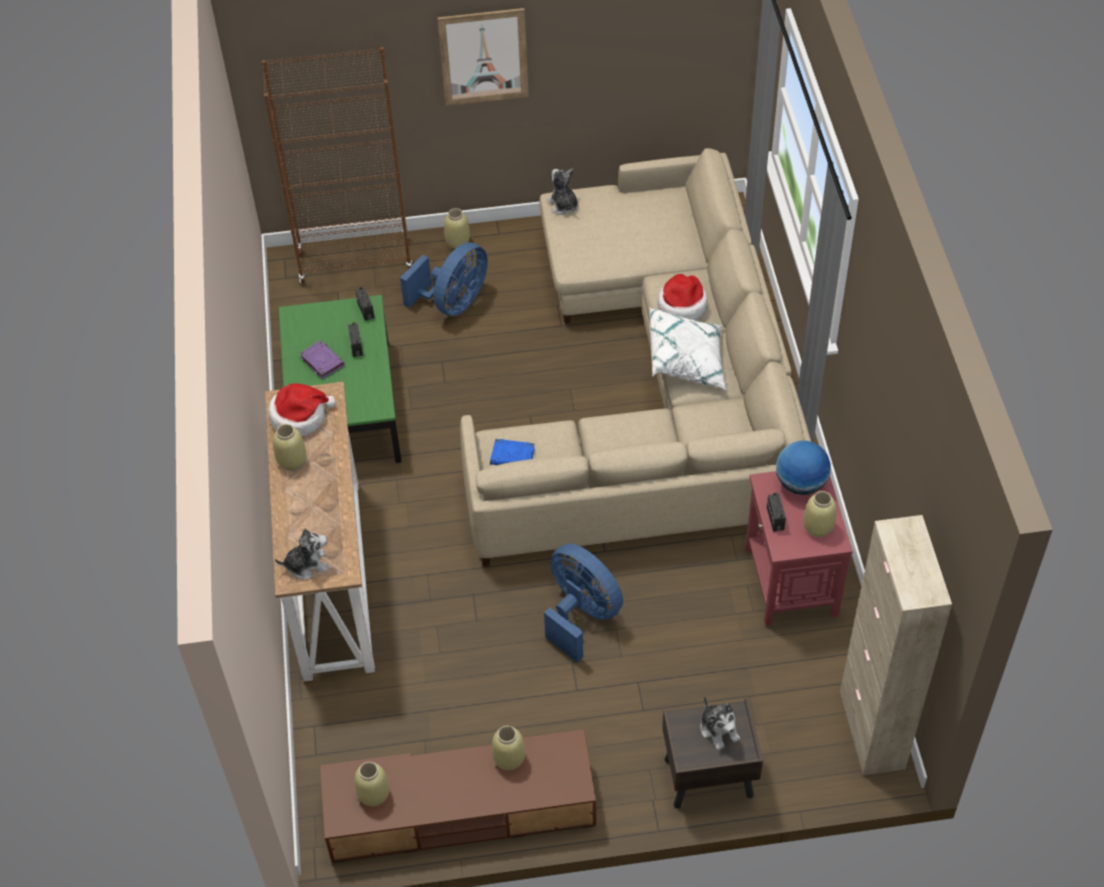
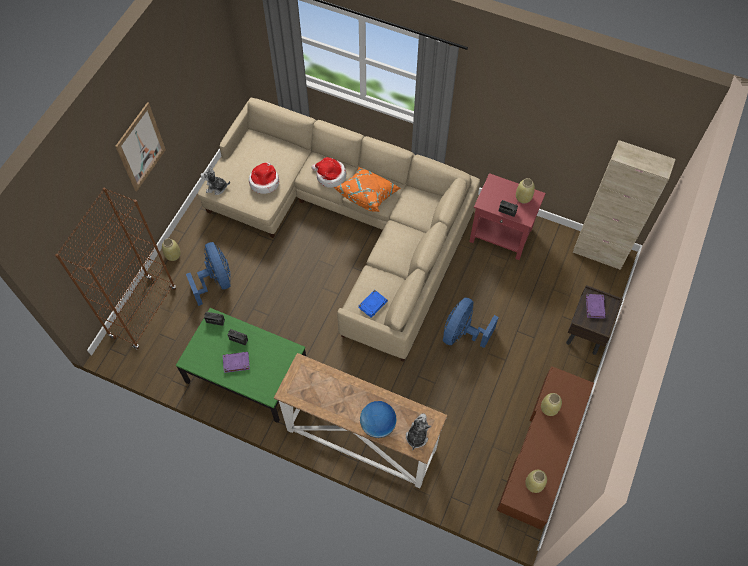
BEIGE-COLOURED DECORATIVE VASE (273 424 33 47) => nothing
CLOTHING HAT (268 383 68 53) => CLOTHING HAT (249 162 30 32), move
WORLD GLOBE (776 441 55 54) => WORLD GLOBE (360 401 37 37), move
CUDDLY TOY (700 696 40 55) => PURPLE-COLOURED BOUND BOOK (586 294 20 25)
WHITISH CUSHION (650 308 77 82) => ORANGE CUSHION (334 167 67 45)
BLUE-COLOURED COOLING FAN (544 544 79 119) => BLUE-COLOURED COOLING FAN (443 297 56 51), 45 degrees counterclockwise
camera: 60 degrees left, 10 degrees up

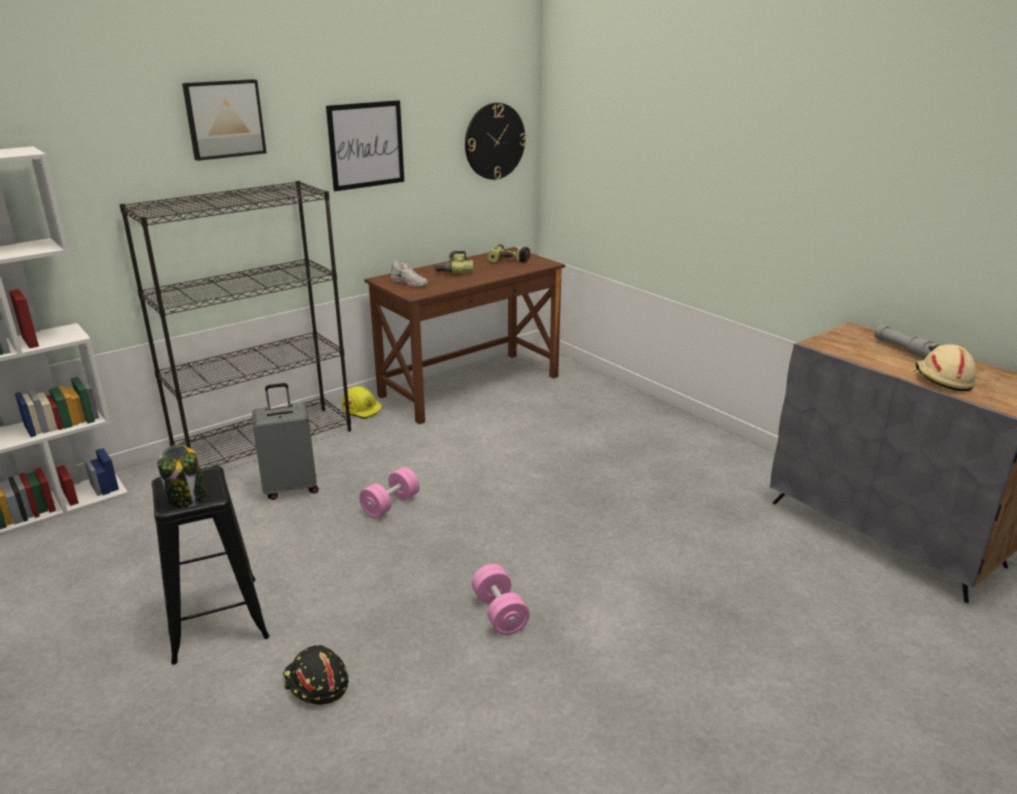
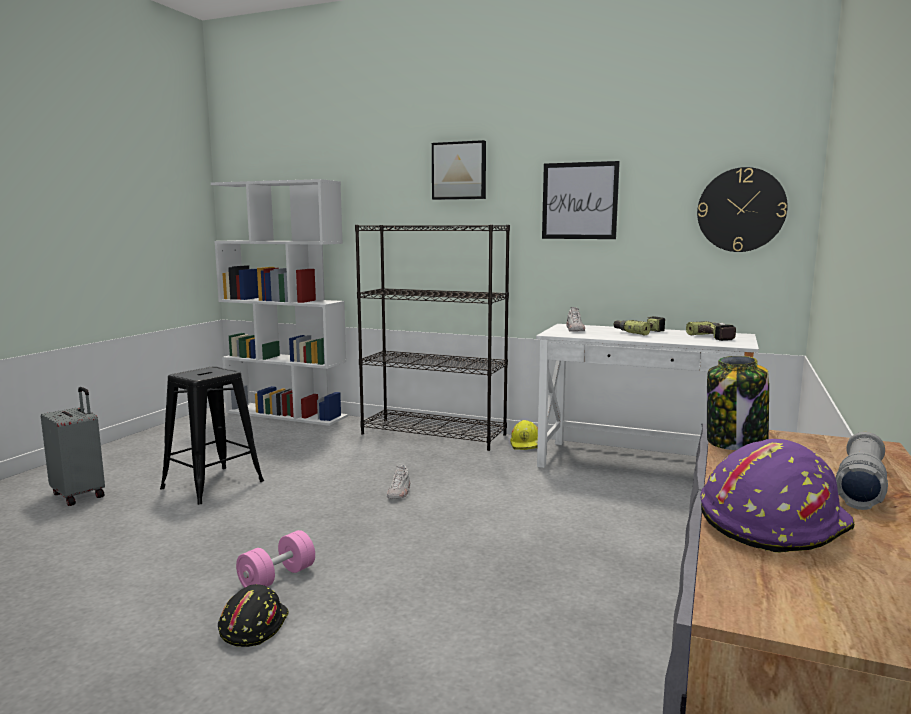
PRESERVE JAR (157 445 50 63) => PRESERVE JAR (707 356 62 94), move
GREY PIECE OF LUGGAGE (252 383 67 117) => GREY PIECE OF LUGGAGE (41 387 64 119), move
BLACK SAFETY HELMET (283 645 66 60) => BLACK SAFETY HELMET (218 584 71 63), move
PINKISH HAND WEIGHT (359 467 61 51) => WHITISH SHOE (387 465 23 34)
BROWN-COLOURED DESK TABLE (364 247 201 177) => WHITISH DESK TABLE (536 324 223 144)
BEIGE-COLOURED SAFETY HELMET (913 344 64 47) => PURPLE-COLOURED SAFETY HELMET (700 439 155 114)
camera: 60 degrees right, 15 degrees down

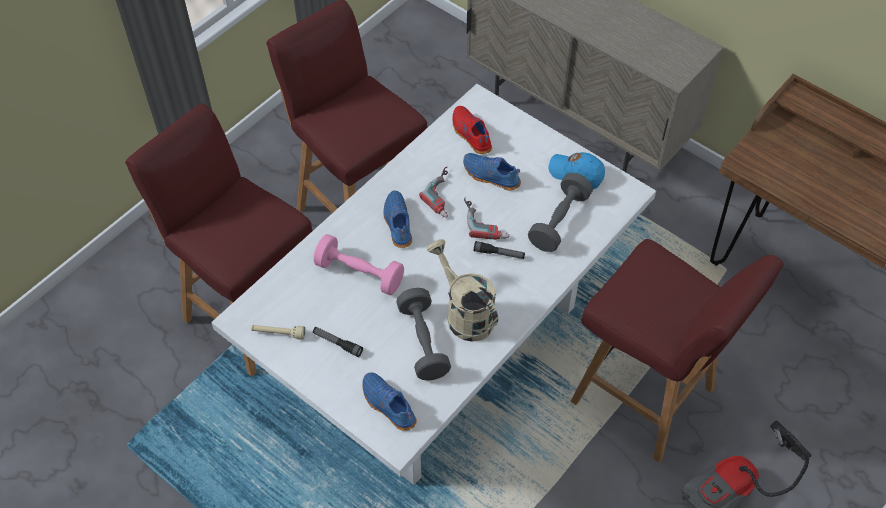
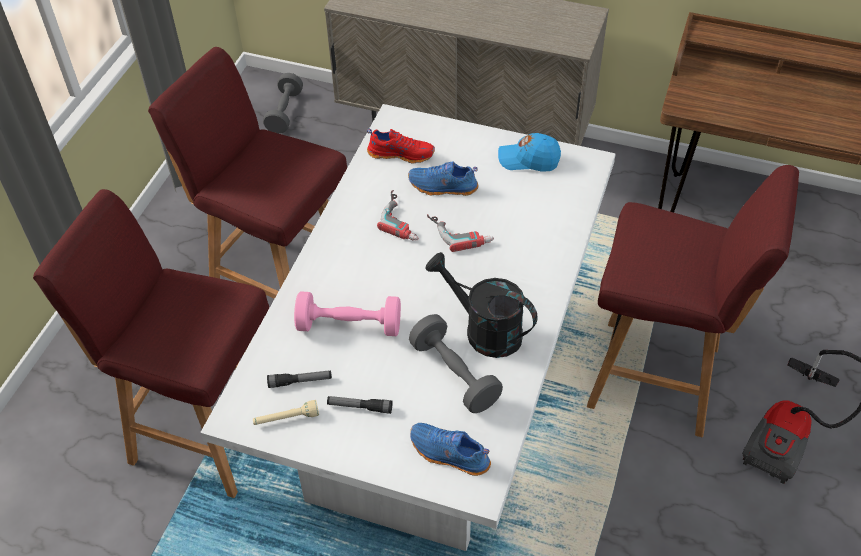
BLUE-COLOURED SHOE (383 191 29 57) => nothing
HAND TORCH (474 241 51 18) => HAND TORCH (267 370 65 18), move
GREY HAND WEIGHT (528 173 65 79) => GREY HAND WEIGHT (263 73 40 61), move
BEIGE-COLOURED WATERING POT (427 239 71 103) => BLACK WATERING POT (426 252 112 106)
REDDISH SHOE (452 106 40 48) => REDDISH SHOE (367 129 68 34), 150 degrees clockwise
camera: 20 degrees left, 5 degrees down

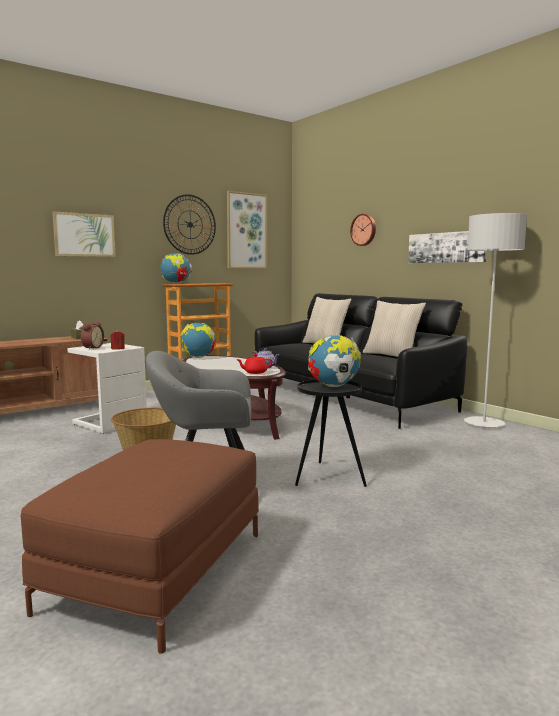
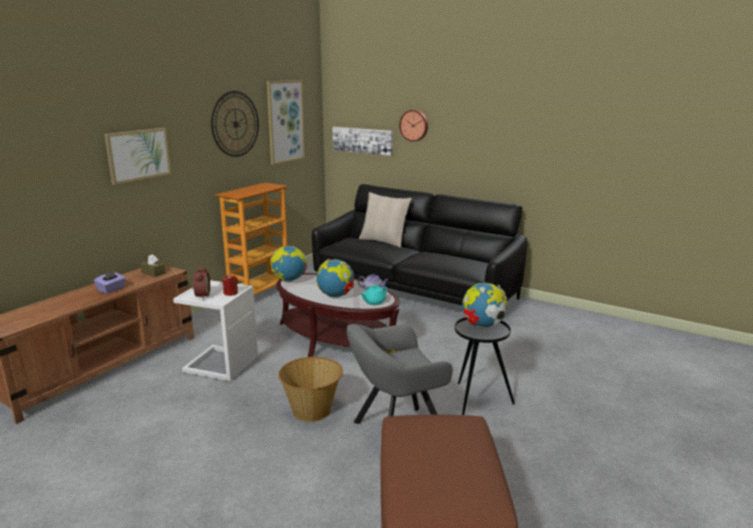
BEIGE-COLOURED CUSHION (363 300 63 57) => nothing
GREY STANDING LAMP (464 213 63 215) => nothing
nothing => PURPLE-COLOURED TISSUE BOX (94 270 32 24)
WORLD GLOBE (161 253 31 31) => WORLD GLOBE (316 259 38 39), move
WALL PICTURE (408 231 78 32) => WALL PICTURE (332 127 61 29), move
REDDISH TEAPOT (236 354 37 20) => TURQUOISE TEAPOT (360 285 28 20)
camera: 20 degrees left, 10 degrees up

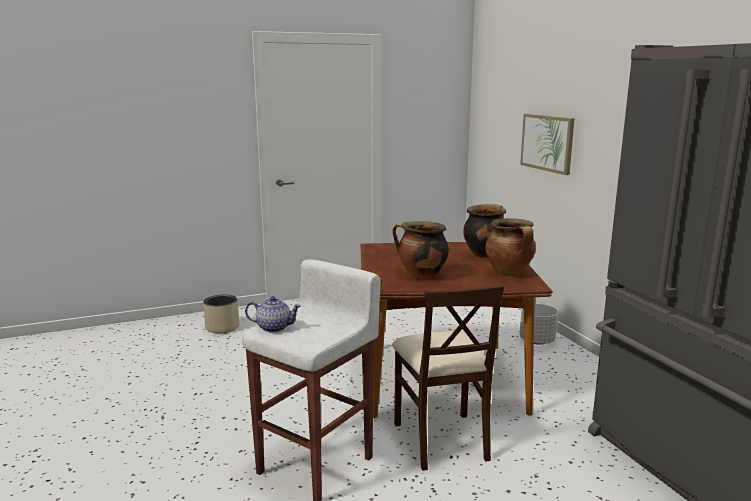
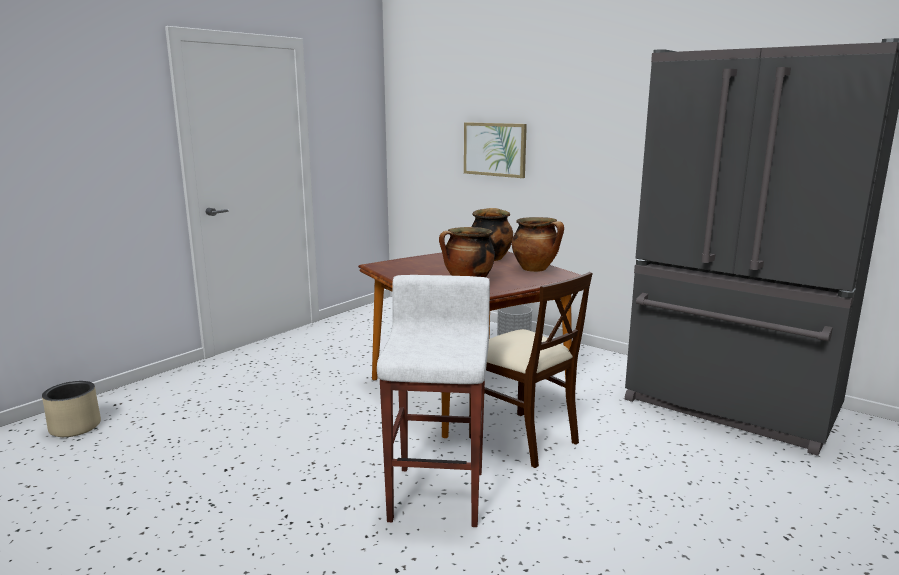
TEAPOT (245 296 56 36) => nothing
BEIGE-COLOURED PLANTER (203 294 36 40) => BEIGE-COLOURED PLANTER (42 381 59 56), move
camera: 30 degrees left, 0 degrees up

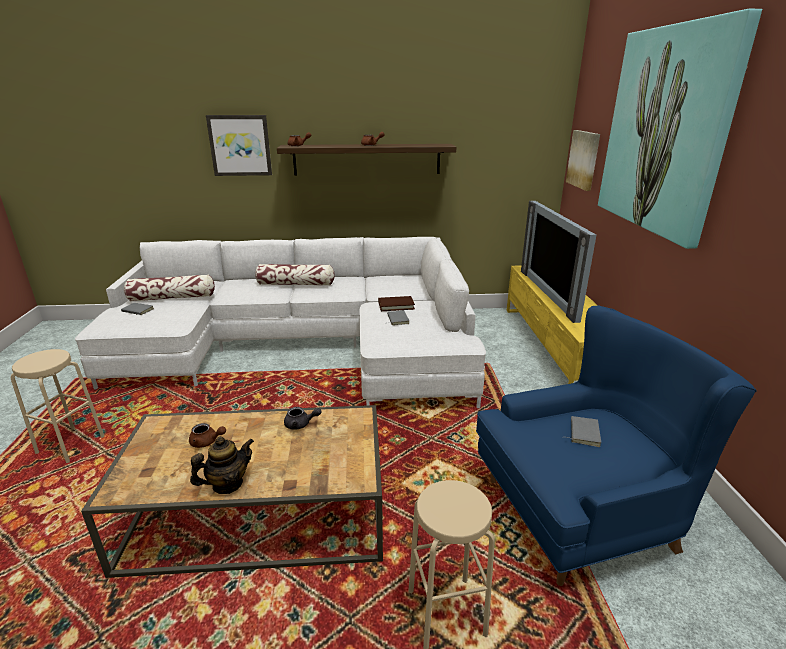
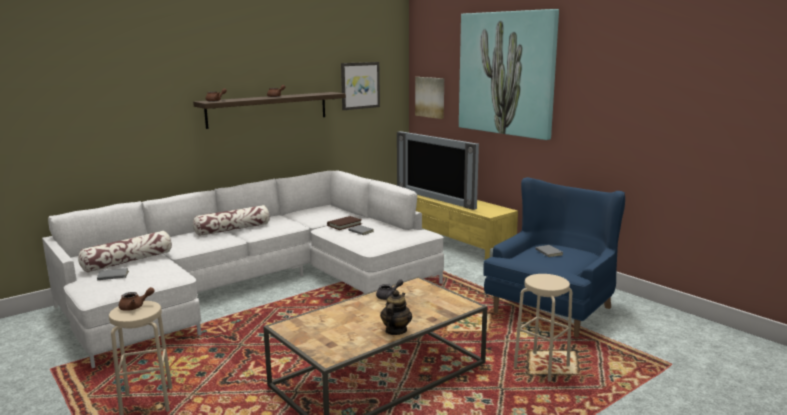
BROWN-COLOURED TEAPOT (189 423 37 25) => BROWN-COLOURED TEAPOT (119 287 36 24), move
WALL PICTURE (206 115 66 61) => WALL PICTURE (341 62 39 48), move
camera: 35 degrees left, 10 degrees down

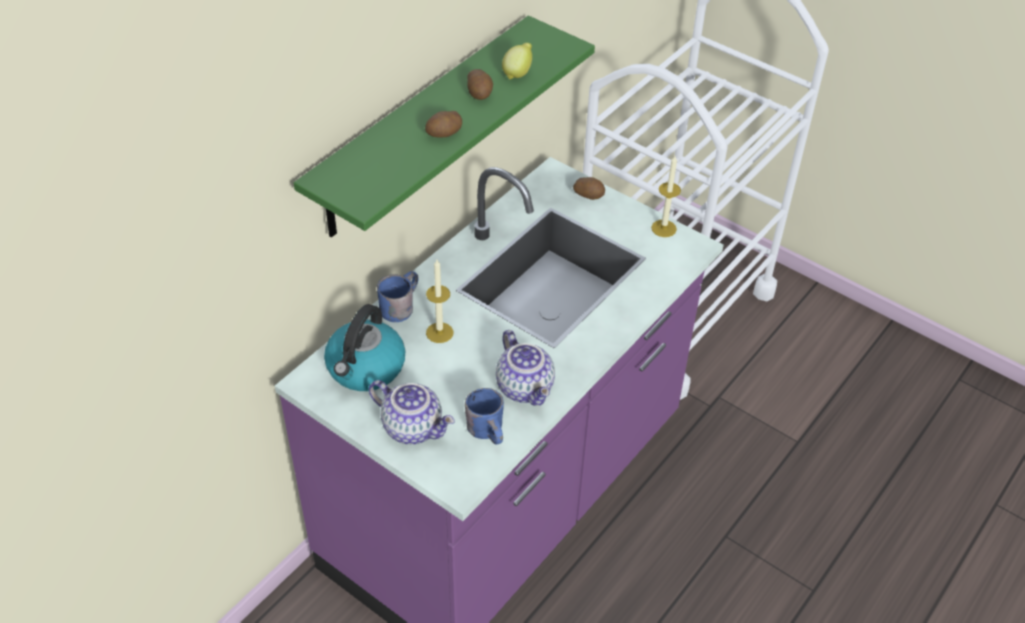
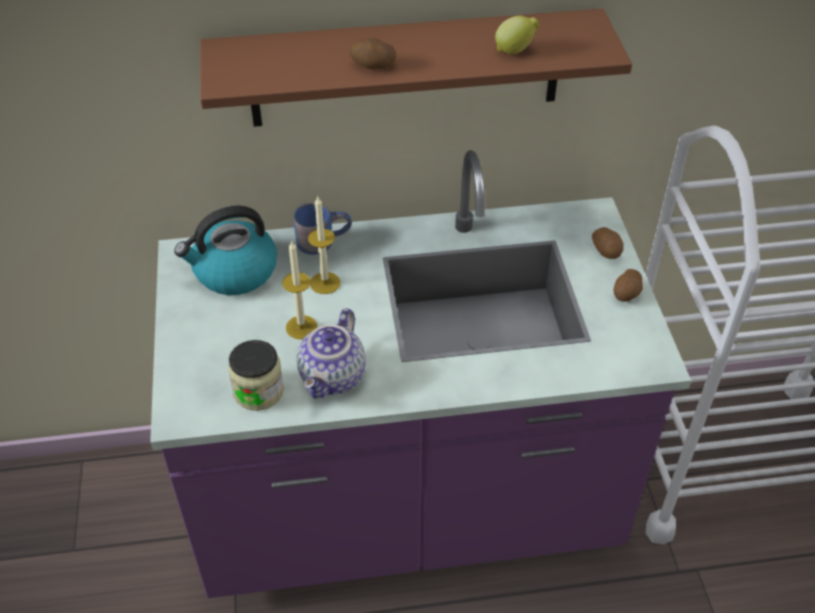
TEAPOT (369 380 85 64) => nothing
POTATO (467 69 26 31) => POTATO (614 269 29 33), move
WAX CANDLE (651 156 30 81) => WAX CANDLE (282 240 35 99), move
BLUE-COLOURED COFFEE MUG (465 388 39 57) => PRESERVE JAR (228 340 56 71)
GREEN-COLOURED SHELF (294 16 301 222) => BROWN-COLOURED SHELF (200 9 432 118)
camera: 45 degrees right, 0 degrees up

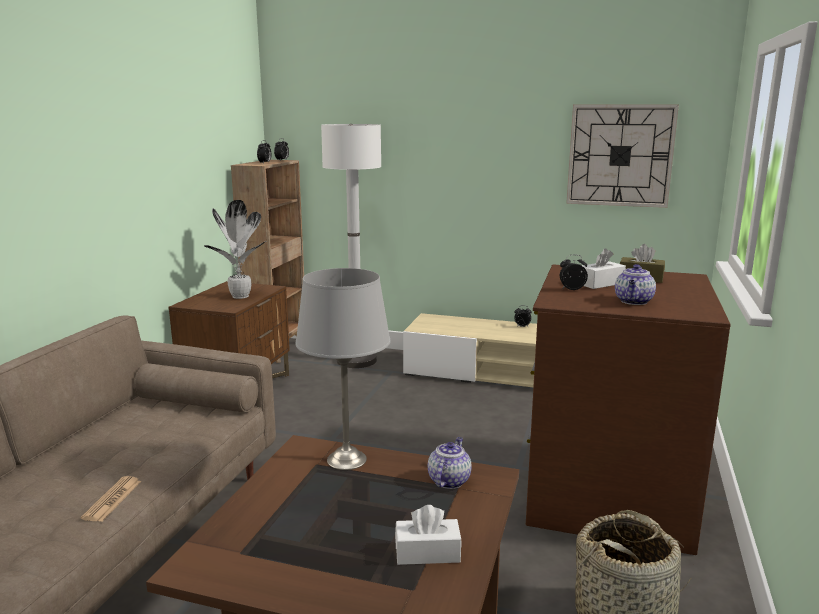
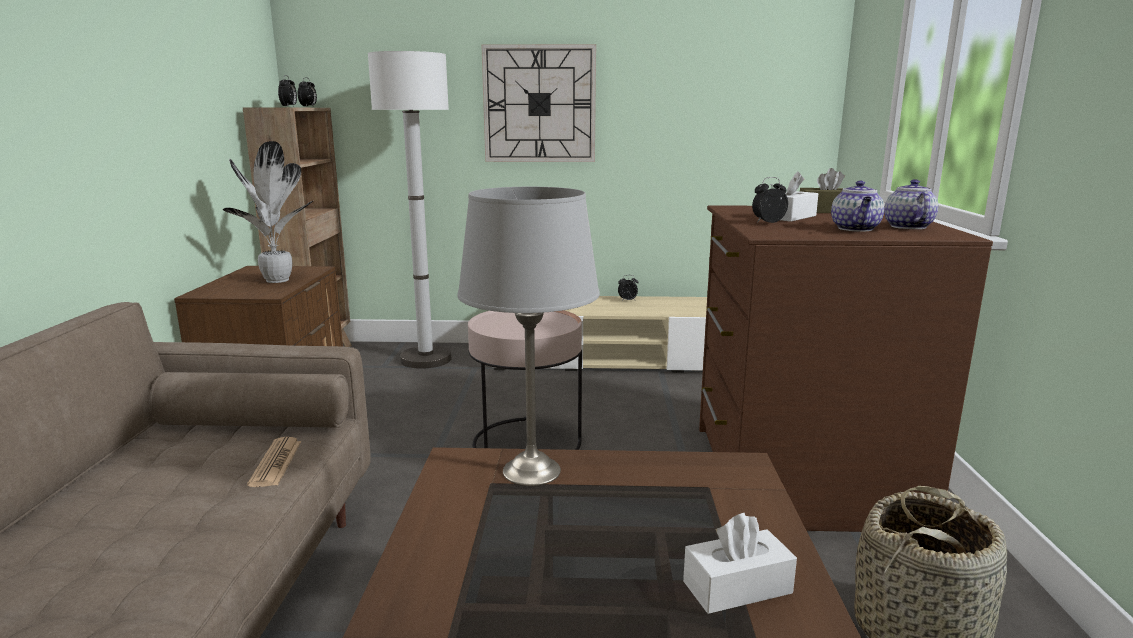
nothing => PINKISH SIDE TABLE (468 310 114 140)
NEWSPAPER (81 476 60 46) => NEWSPAPER (247 437 54 50), move
TEAPOT (428 437 44 52) => TEAPOT (884 179 54 50), move
HANGING CLOCK (566 104 113 104) => HANGING CLOCK (482 44 114 118), move
camera: 15 degrees left, 0 degrees up

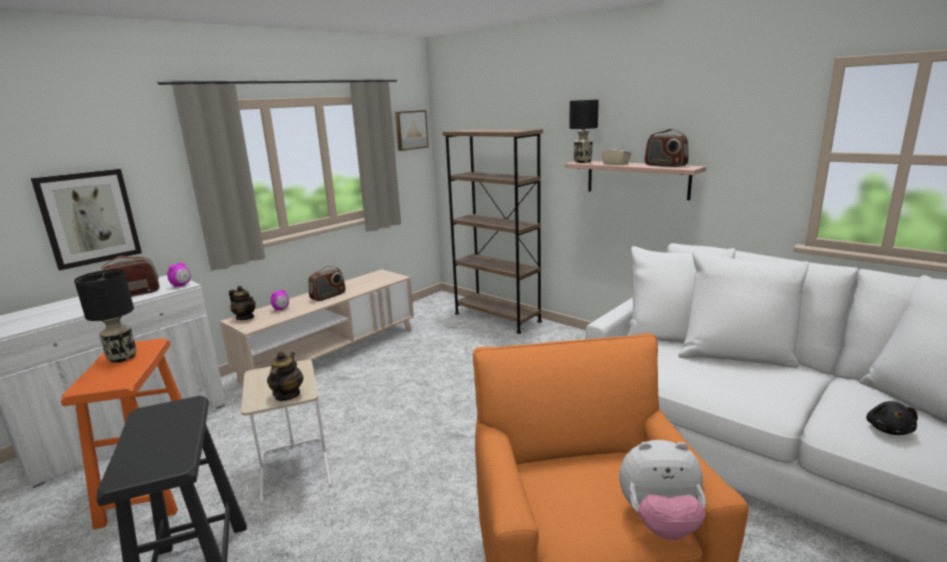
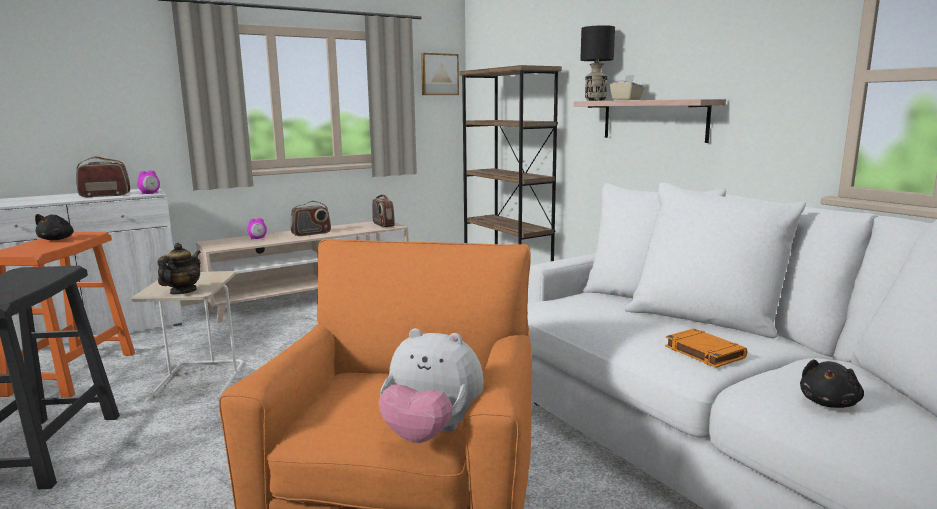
WALL PICTURE (31 169 111 101) => nothing
TEAPOT (229 286 27 34) => nothing
nothing => ORANGE BOUND BOOK (665 329 82 39)
RADIO SET (645 129 44 38) => RADIO SET (372 194 23 34), move
BLACK TABLETOP LAMP (74 269 63 94) => BLACK CUDDLY TOY (35 214 39 26)
camera: 15 degrees right, 5 degrees down

